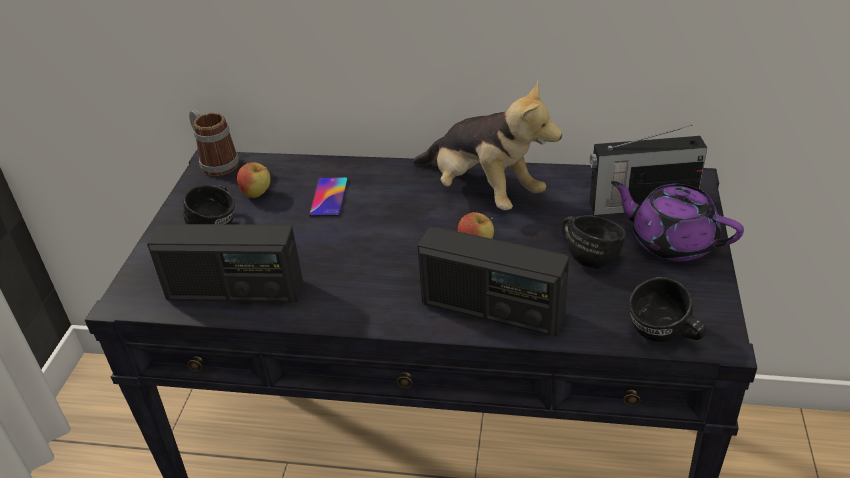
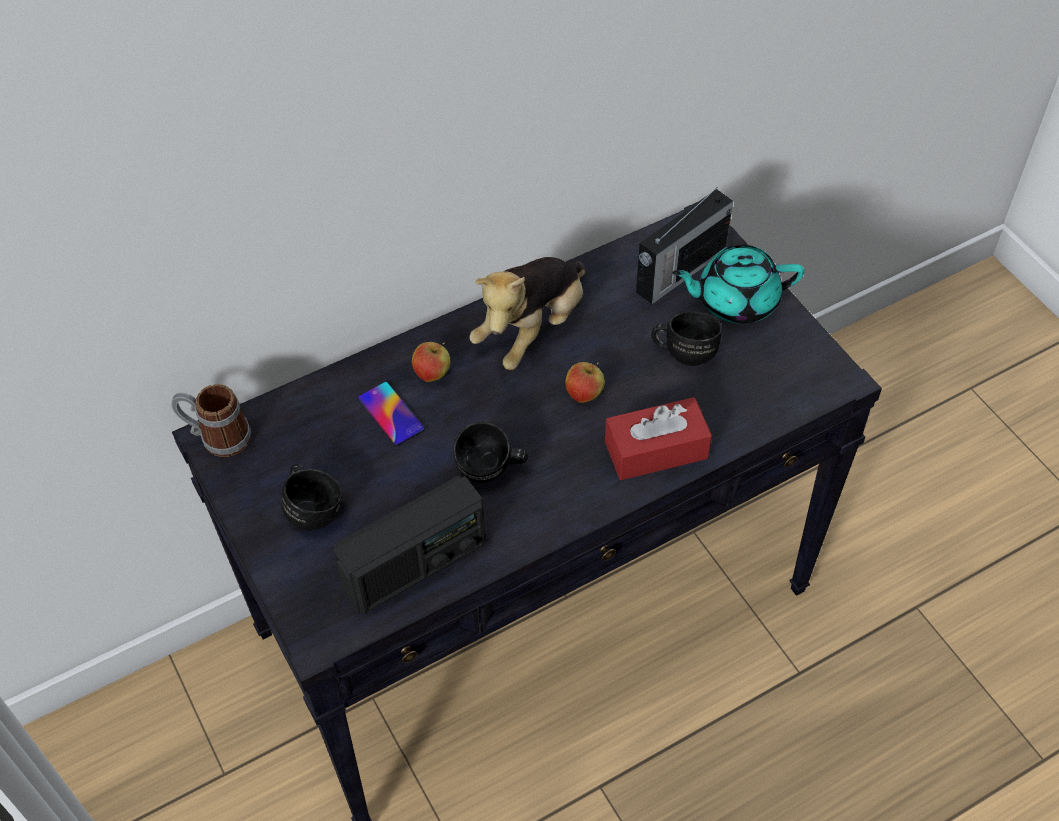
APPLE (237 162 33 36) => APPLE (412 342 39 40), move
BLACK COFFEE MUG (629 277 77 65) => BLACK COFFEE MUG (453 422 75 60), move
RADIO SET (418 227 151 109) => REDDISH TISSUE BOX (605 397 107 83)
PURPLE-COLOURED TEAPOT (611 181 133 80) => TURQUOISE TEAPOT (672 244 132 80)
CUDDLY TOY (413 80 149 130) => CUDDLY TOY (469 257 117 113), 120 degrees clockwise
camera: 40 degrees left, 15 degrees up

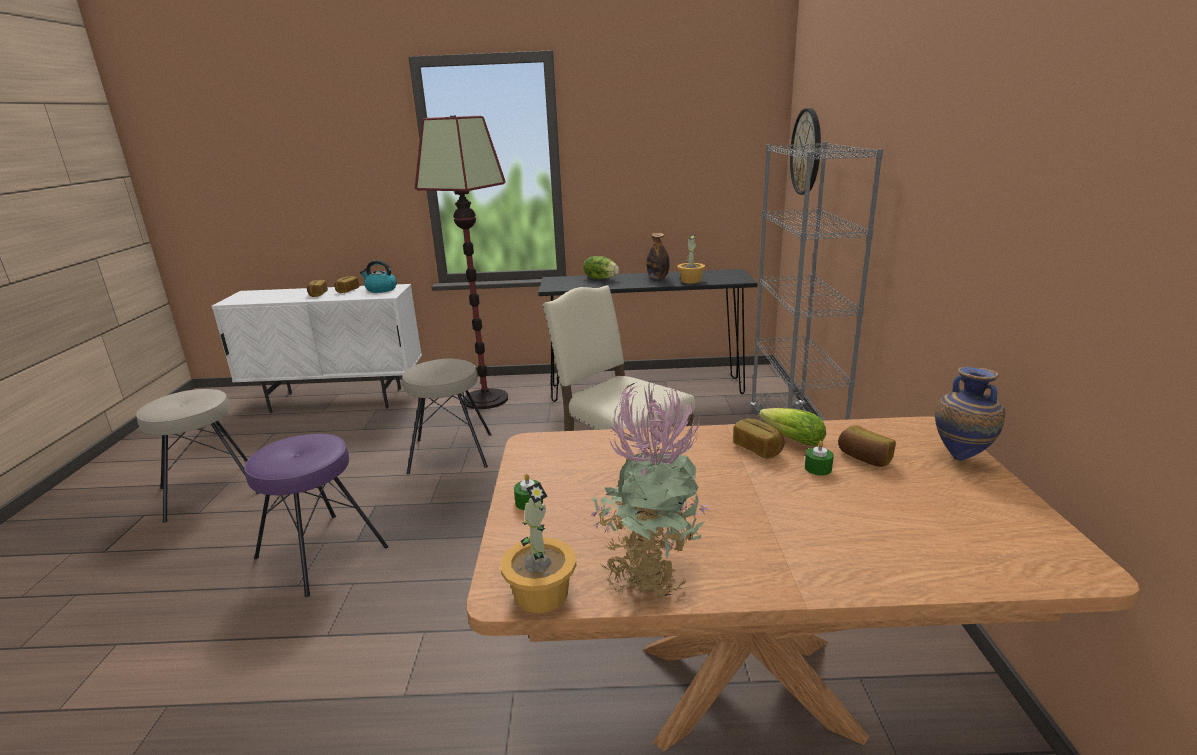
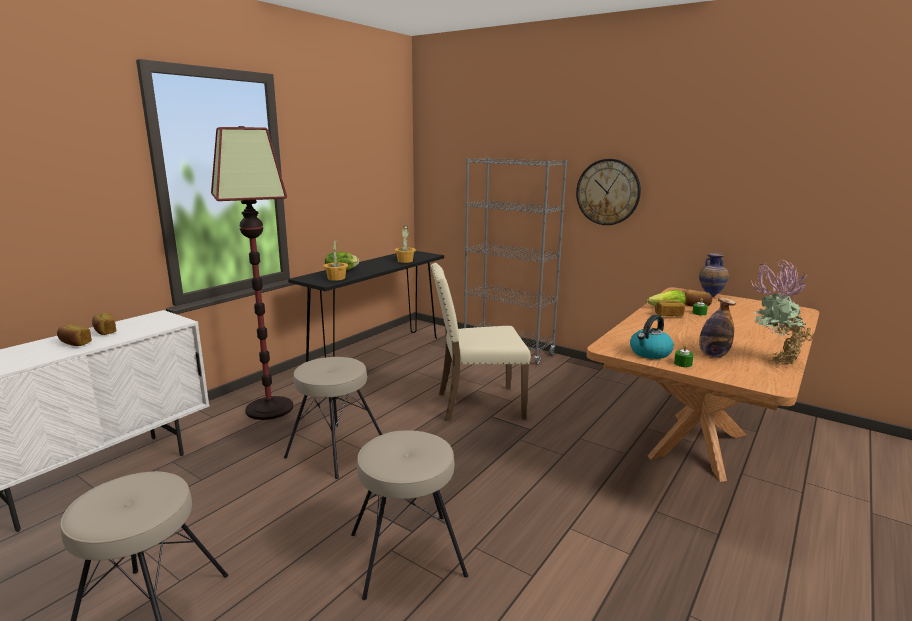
KETTLE (360 260 37 33) => KETTLE (630 315 44 44), move
POTTED PLANT (501 482 75 131) => POTTED PLANT (323 238 25 43), move
DRINK BOTTLE (646 233 24 46) => DRINK BOTTLE (699 297 37 61), move
HANGING CLOCK (790 108 31 87) => HANGING CLOCK (576 159 65 66), move
PURPLE-COLOURED STOOL SEAT (244 434 145 163) => BEIGE-COLOURED STOOL SEAT (351 430 117 170)
camera: 55 degrees left, 5 degrees down

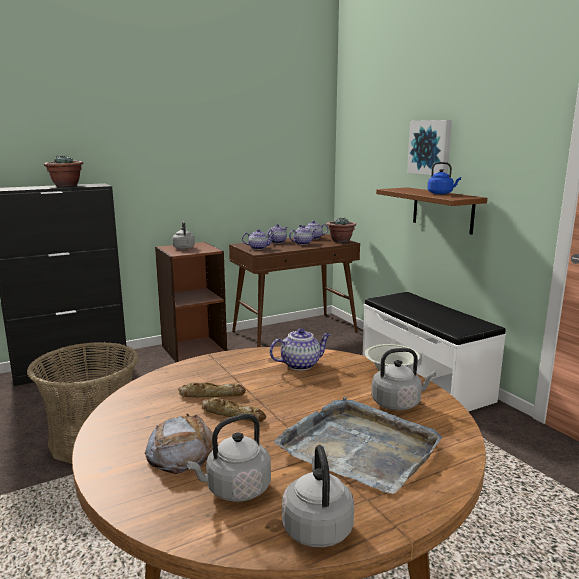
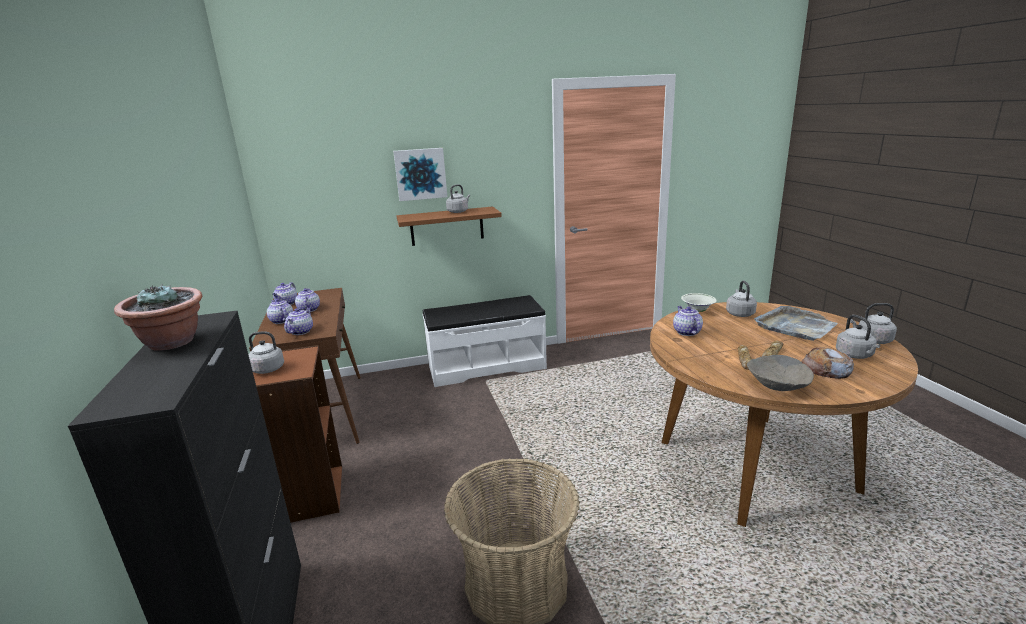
POTTED PLANT (327 217 29 26) => nothing
nothing => GREY BOWL (747 355 67 36)
BLUE-COLOURED KETTLE (427 162 34 32) => GREY KETTLE (446 184 24 29)
camera: 75 degrees left, 5 degrees up

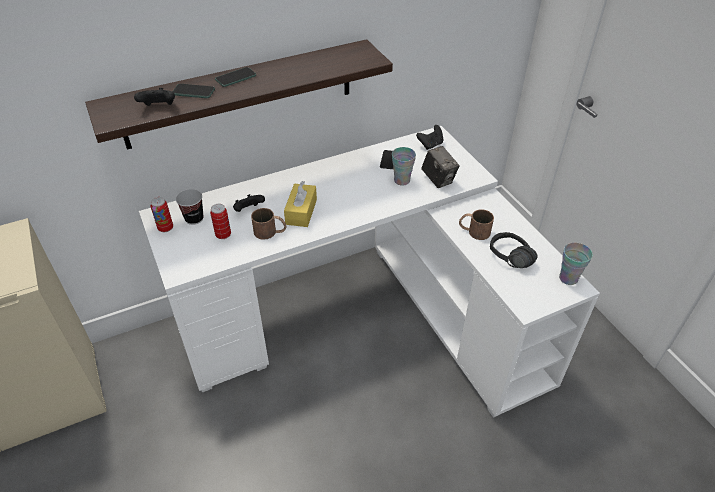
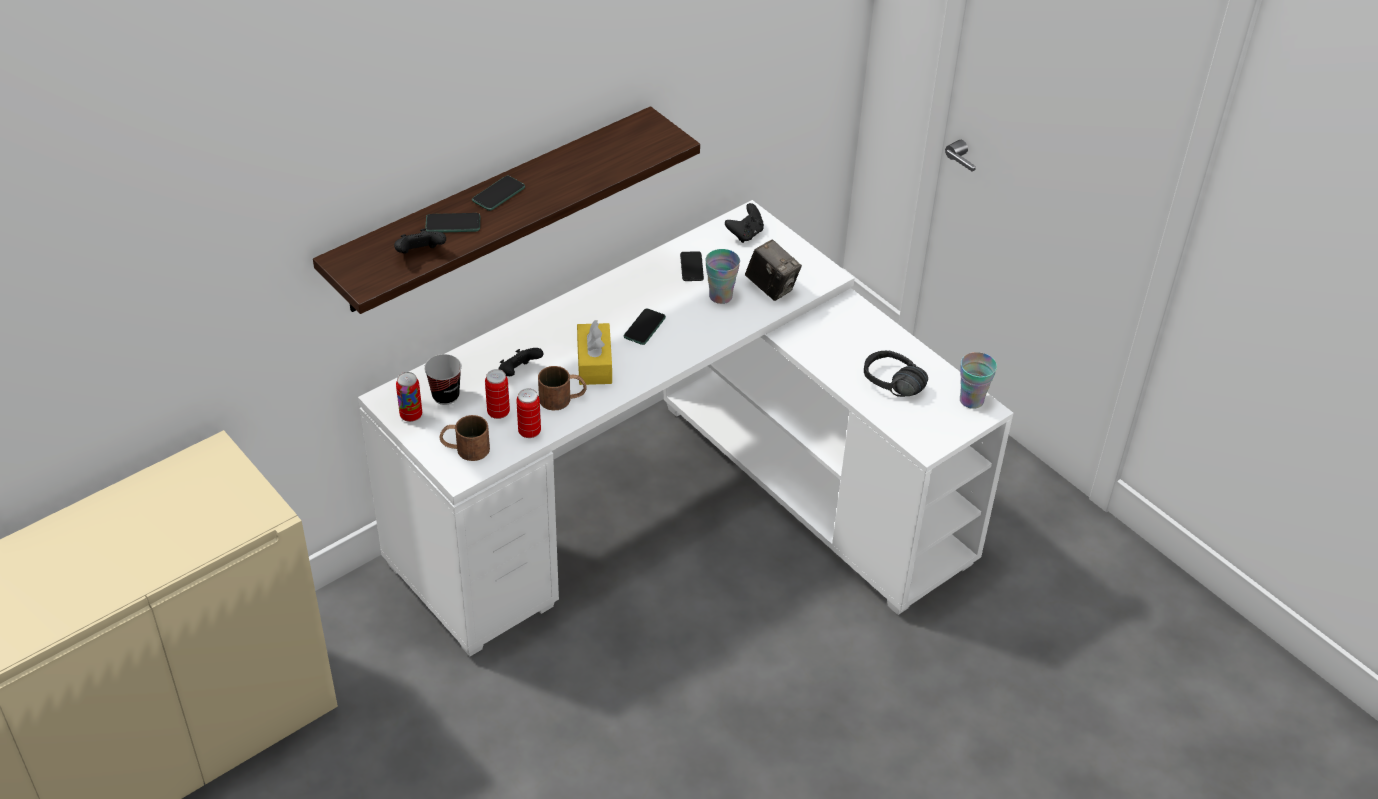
nothing => SEALED CAN (516 388 25 50)
nothing => PHONE (624 308 42 37)
BROWN-COLOURED COFFEE MUG (459 209 35 31) => BROWN-COLOURED COFFEE MUG (440 415 50 46), move
camera: 15 degrees left, 0 degrees up

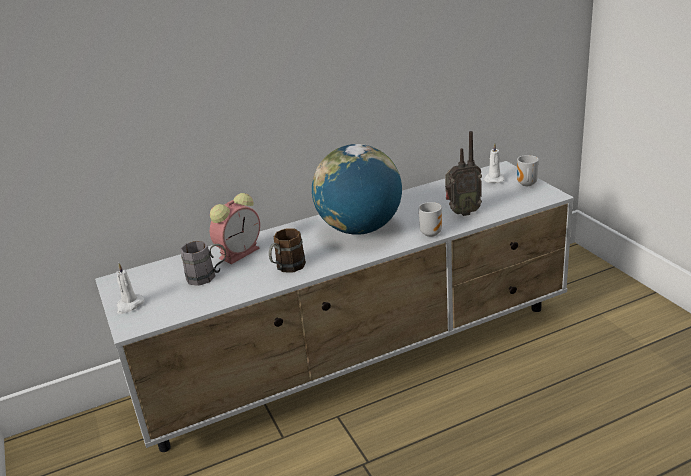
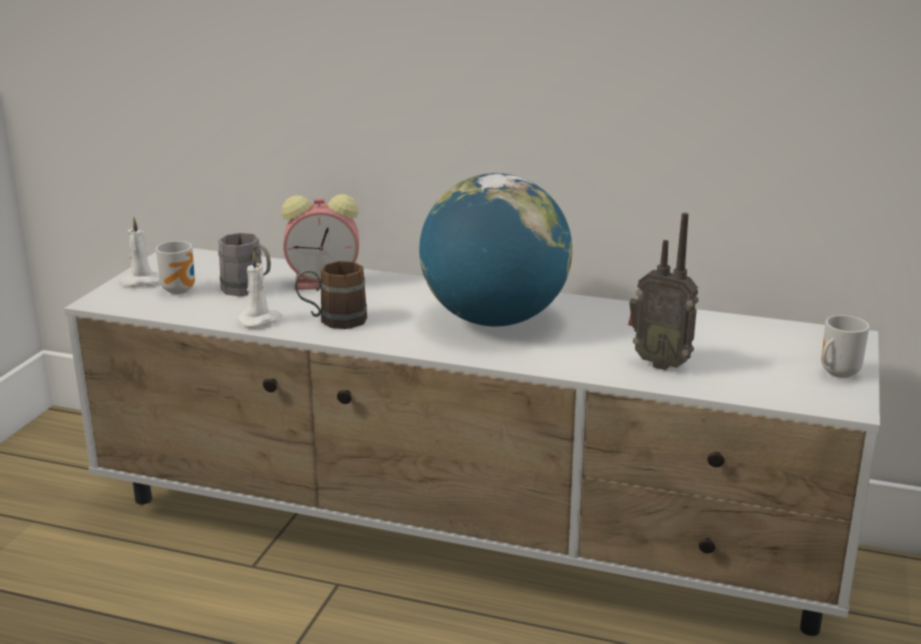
COFFEE MUG (419 202 23 35) => COFFEE MUG (156 241 39 53), move
WHITISH WAX CANDLE (484 143 20 40) => WHITISH WAX CANDLE (237 252 46 75), move
camera: 40 degrees right, 5 degrees down

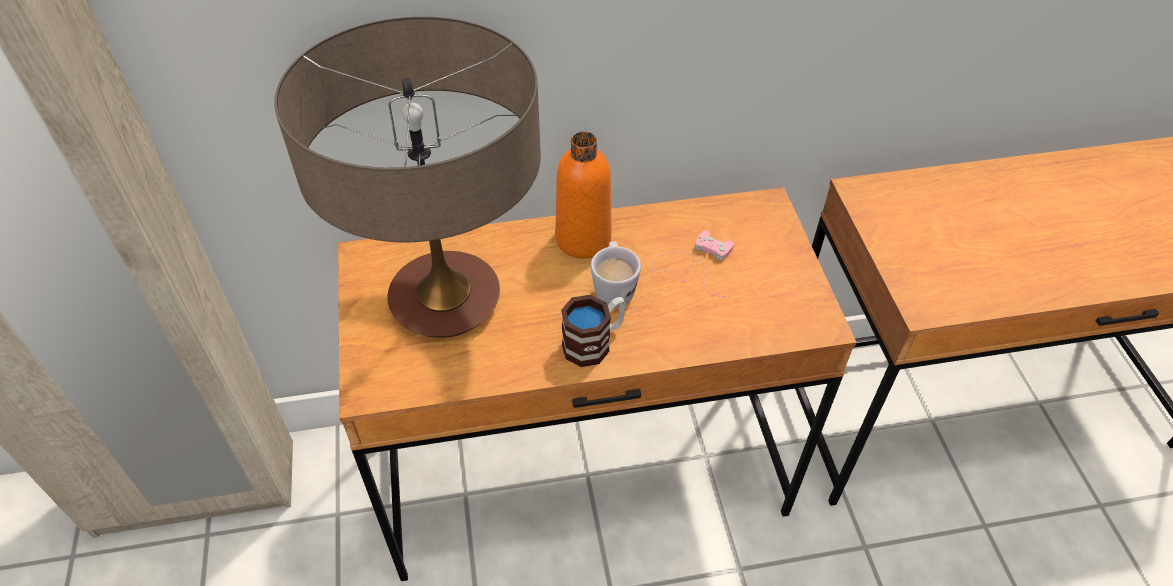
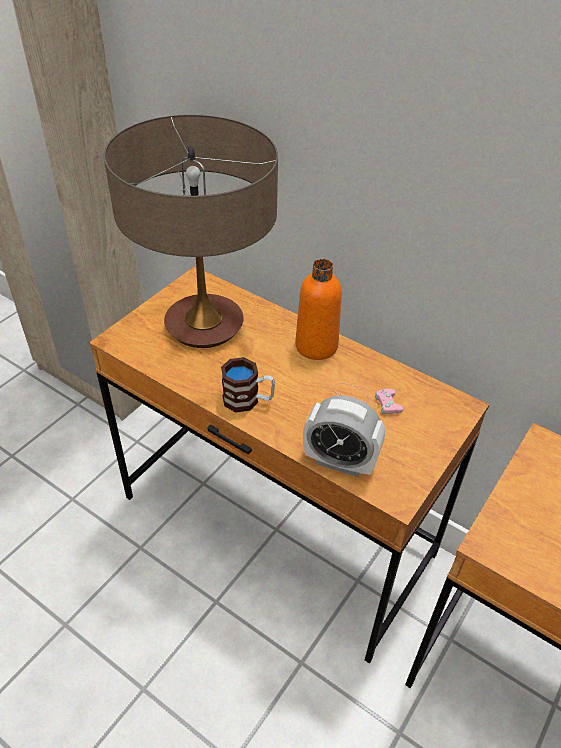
WHITISH COFFEE MUG (591 242 50 65) => nothing
nothing => TABLE CLOCK (303 396 82 81)
camera: 45 degrees right, 5 degrees down

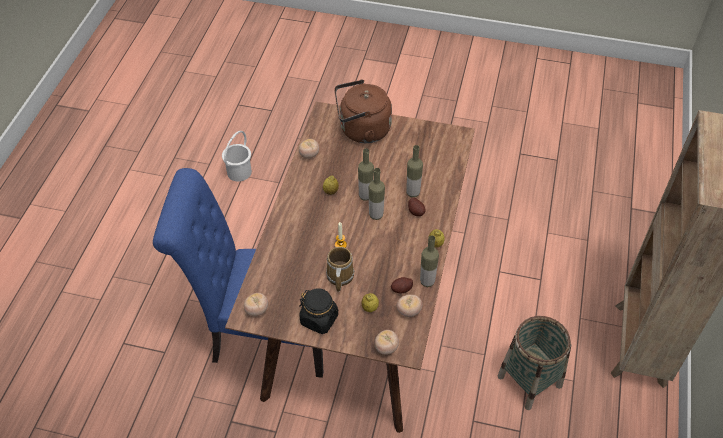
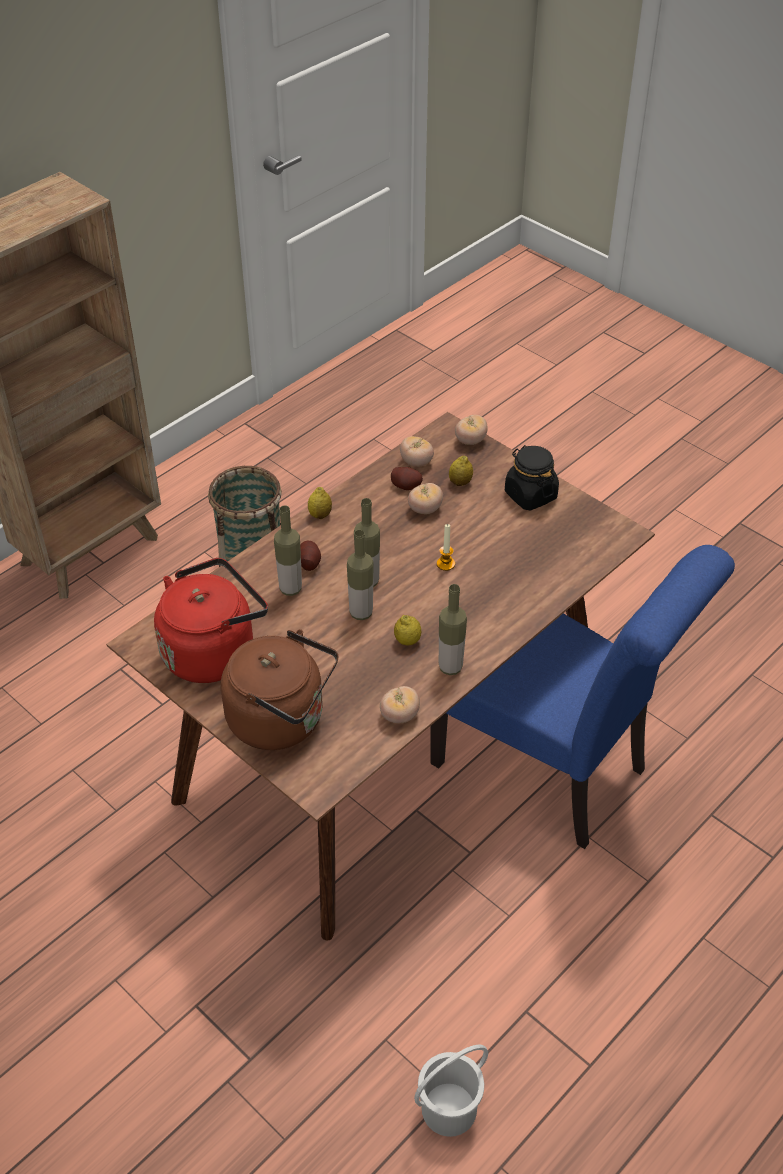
COFFEE MUG (326 247 28 45) => nothing
nothing => REDDISH KETTLE (154 558 114 125)
FRESH TOMATO (244 293 24 23) => FRESH TOMATO (408 483 35 31), move
DRINK BOTTLE (420 235 19 52) => DRINK BOTTLE (439 584 28 91), move
camera: 150 degrees left, 5 degrees down

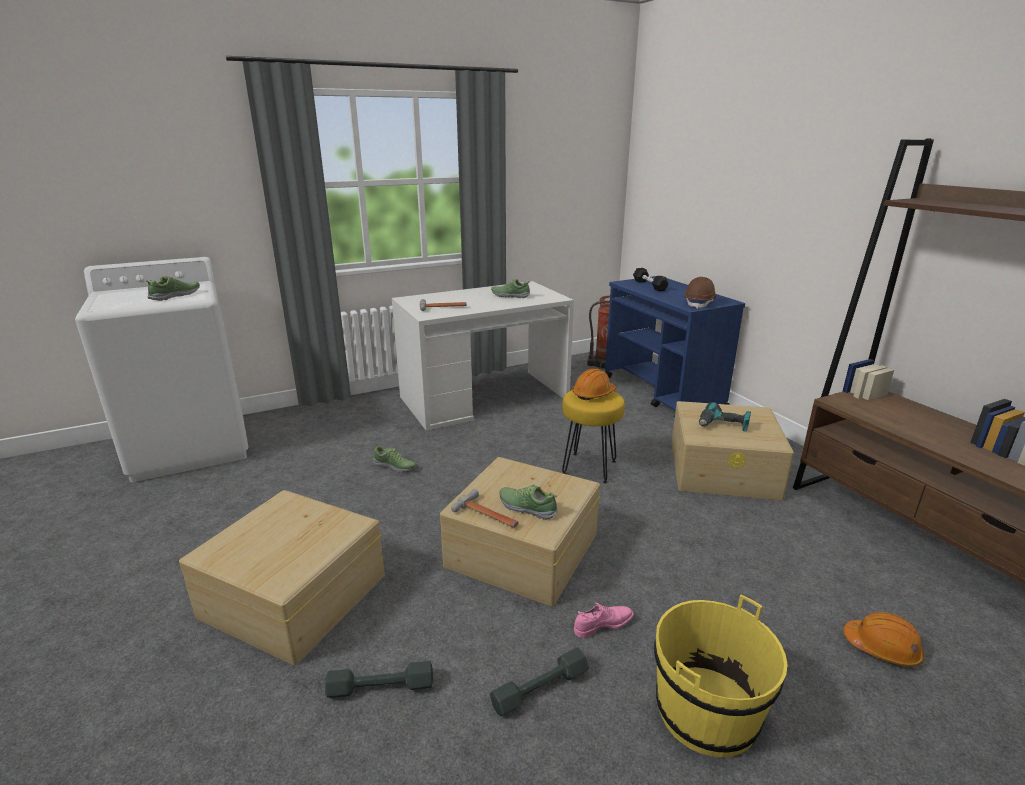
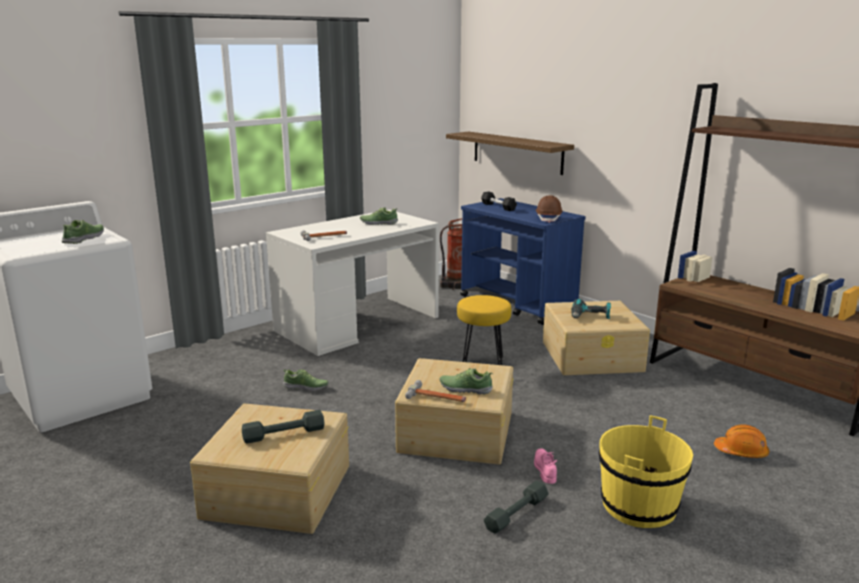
ORANGE SAFETY HELMET (572 369 44 31) => nothing
nothing => SHELF (446 132 128 43)
GREY HAND WEIGHT (325 661 108 37) => GREY HAND WEIGHT (242 410 83 33), move
PINKISH SHOE (574 602 60 36) => PINKISH SHOE (534 448 23 36), 60 degrees counterclockwise
camera: 15 degrees left, 5 degrees down

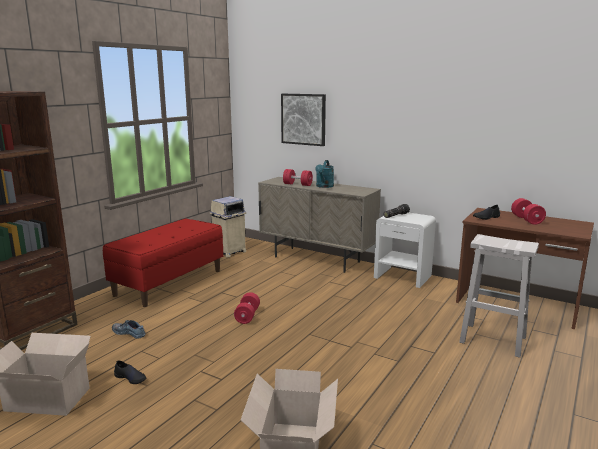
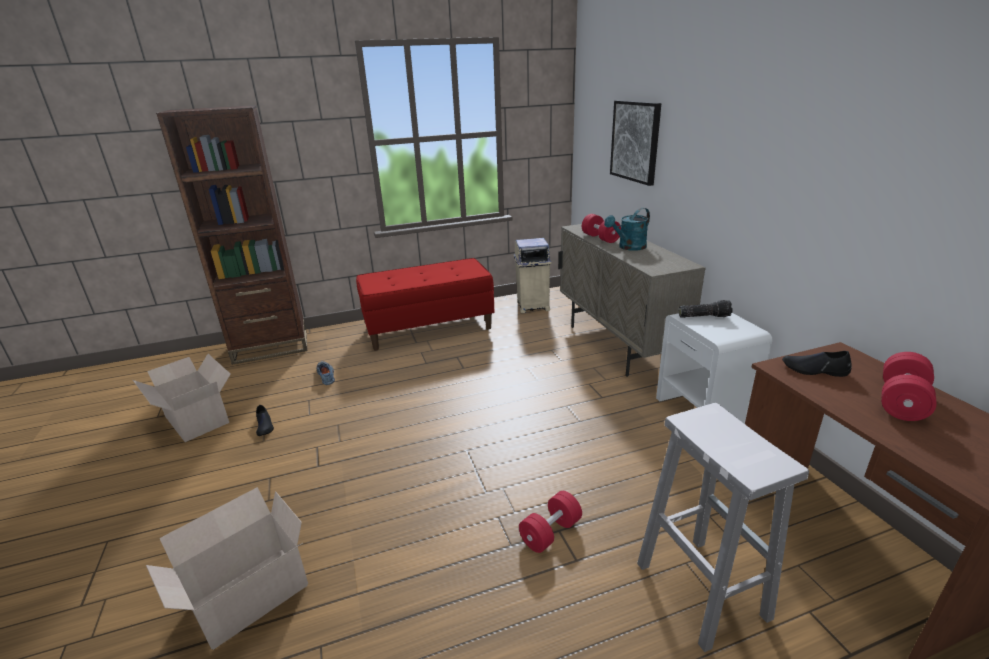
REDDISH HAND WEIGHT (234 292 26 32) => REDDISH HAND WEIGHT (519 491 63 62), move
camera: 40 degrees right, 10 degrees up

